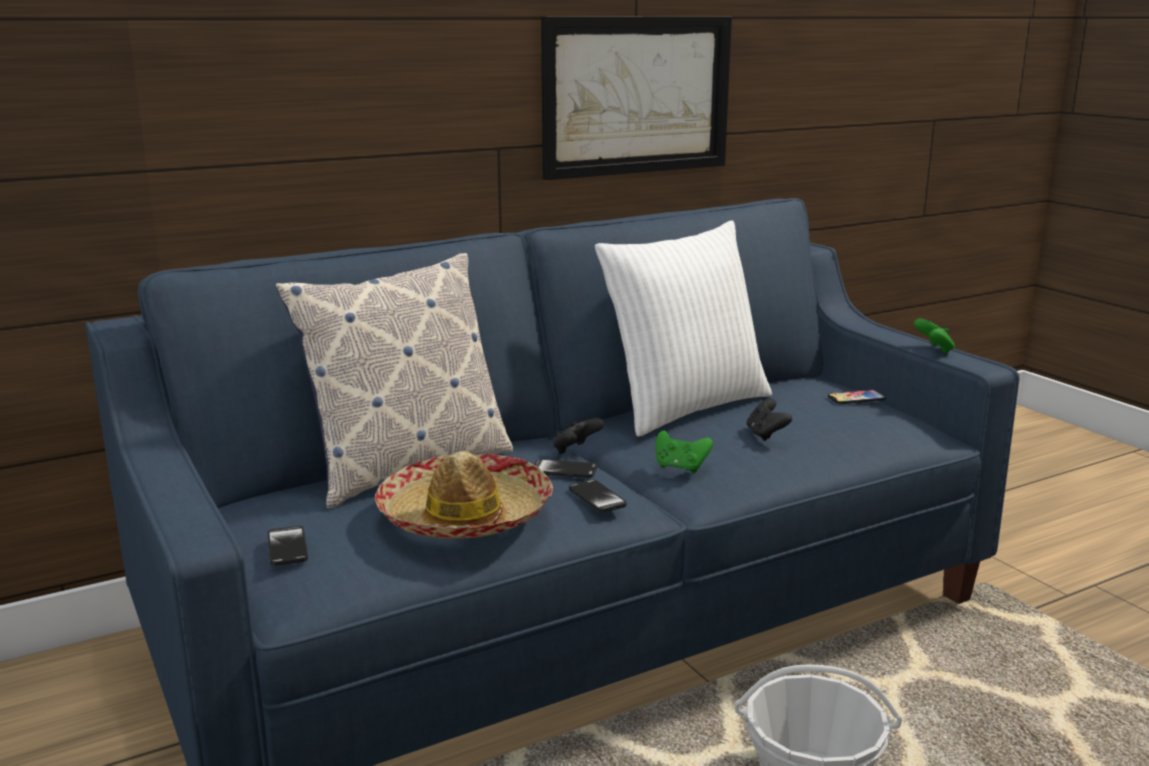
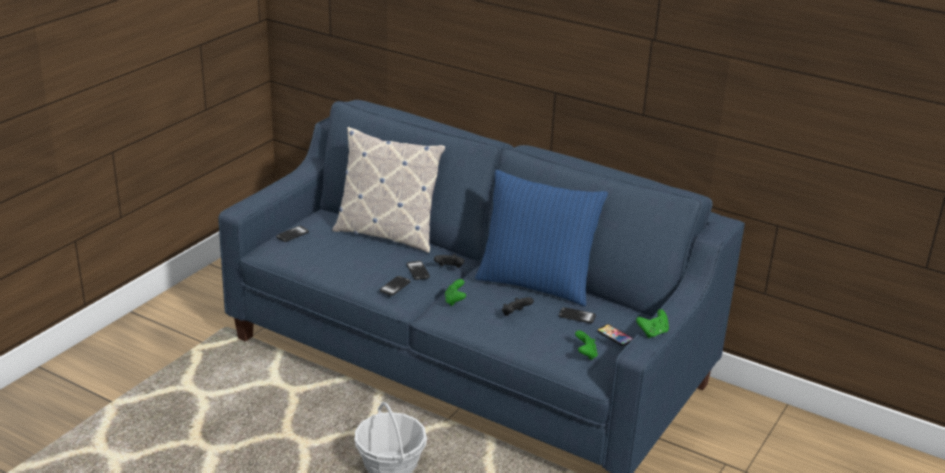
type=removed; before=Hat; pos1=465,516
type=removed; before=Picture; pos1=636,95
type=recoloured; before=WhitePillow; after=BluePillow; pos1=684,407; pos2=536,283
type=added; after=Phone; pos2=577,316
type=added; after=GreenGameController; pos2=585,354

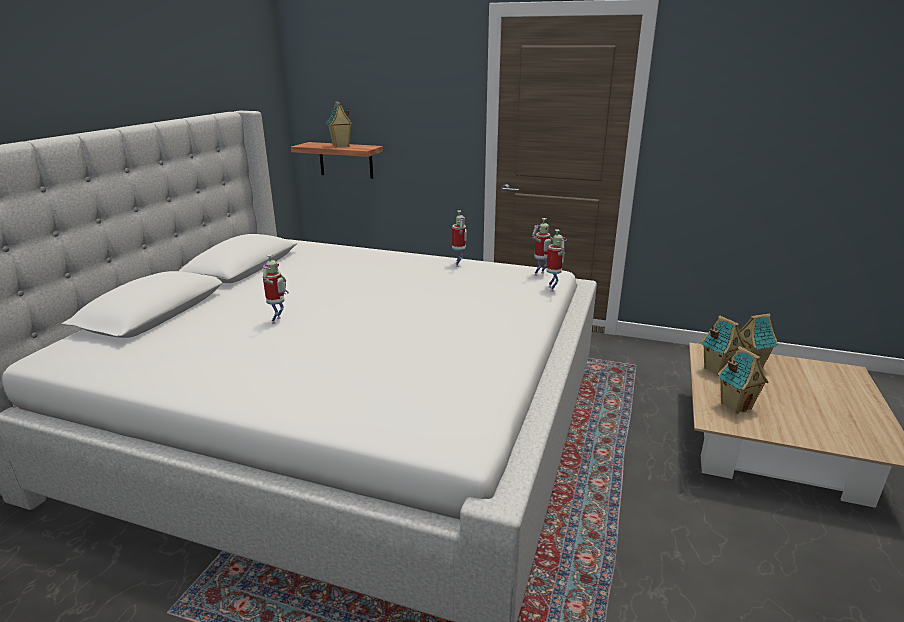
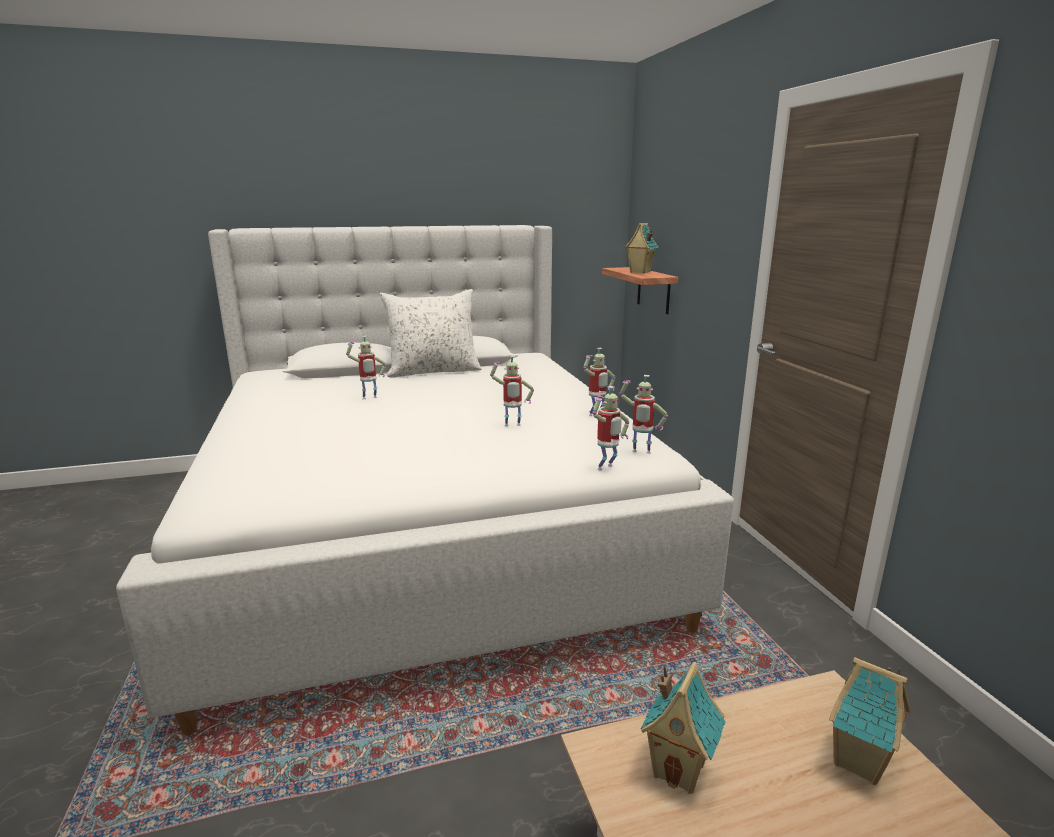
type=removed; before=ToyHouse; pos1=717,369
type=added; after=WhitePillow; pos2=433,371
type=added; after=ToyRobot; pos2=512,426

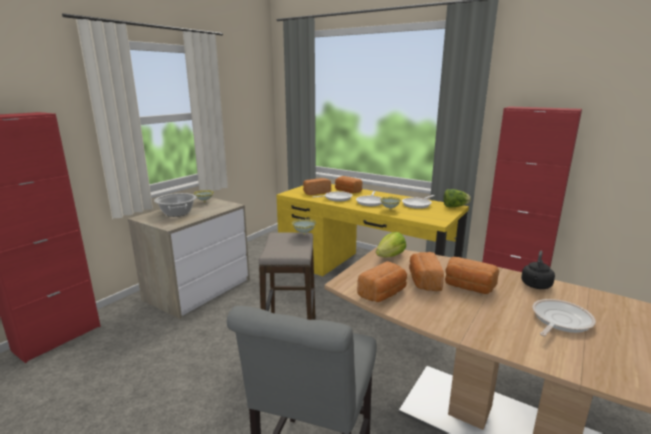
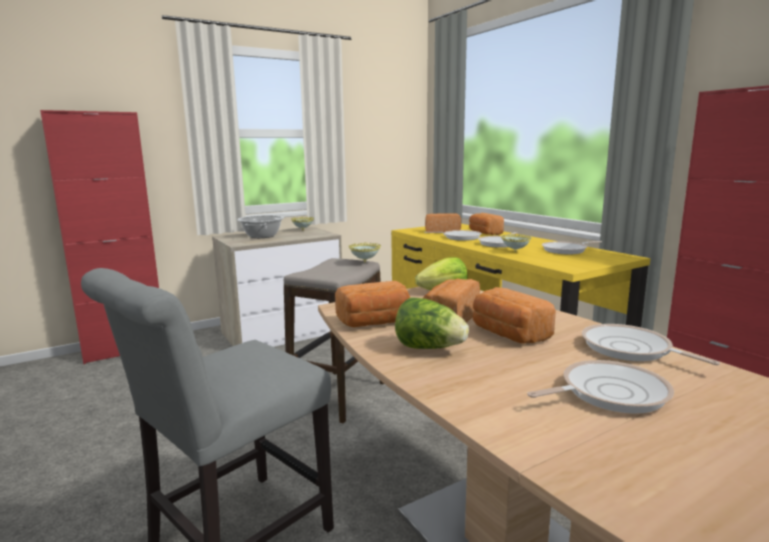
type=moved; before=Lettuce; pos1=454,207; pos2=429,348
type=replaced; before=BlackKettle; after=FryingPan; pos1=535,286; pos2=630,349

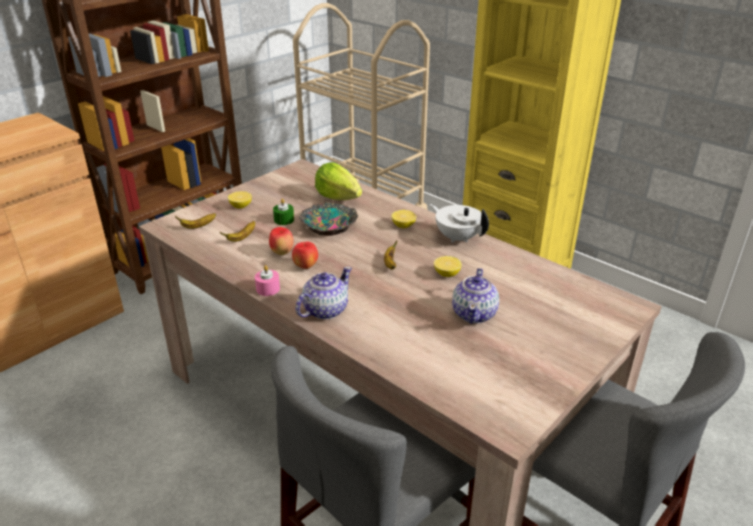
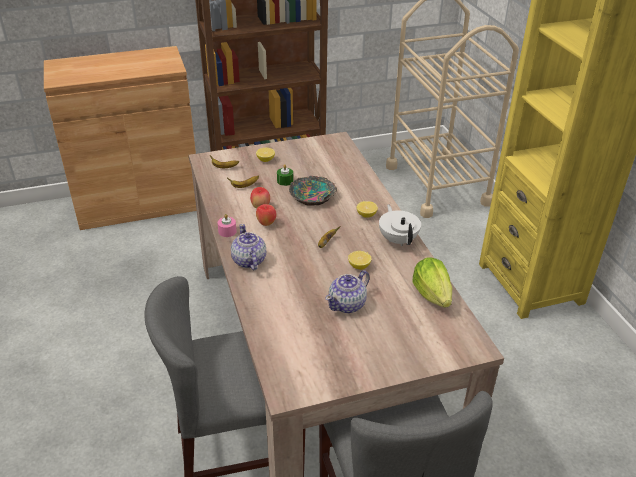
type=turned; before=Teapot; pos1=324,310; pos2=249,261; turn=-90
type=moved; before=Lettuce; pos1=338,197; pos2=432,294

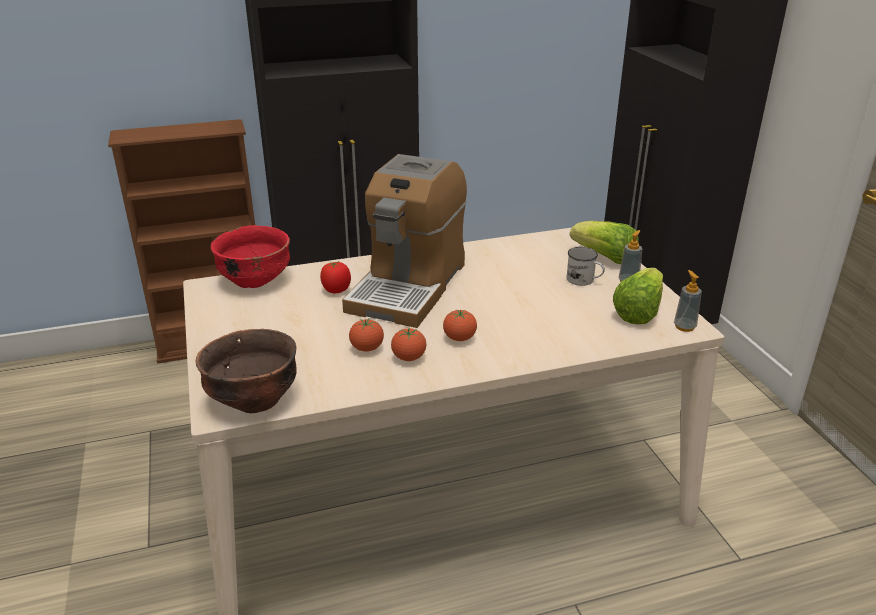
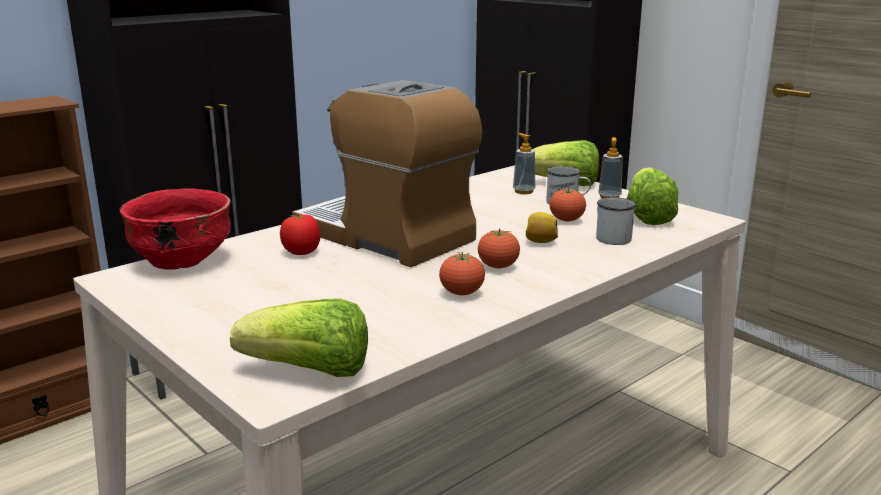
type=replaced; before=BrownBowl; after=Lettuce; pos1=253,400; pos2=310,372
type=turned; before=CoffeeMachine; pos1=408,286; pos2=386,235; turn=135
type=moved; before=Tomato; pos1=367,348; pos2=566,220
type=moved; before=SoapDispenser; pos1=684,327; pos2=523,191
type=added; after=Lemon; pos2=540,242
type=added; after=WhiteMug; pos2=610,237

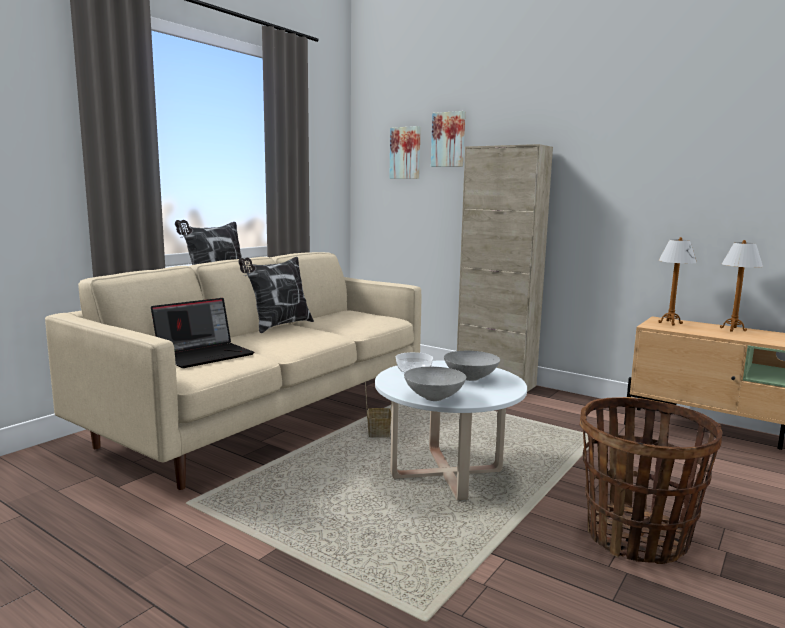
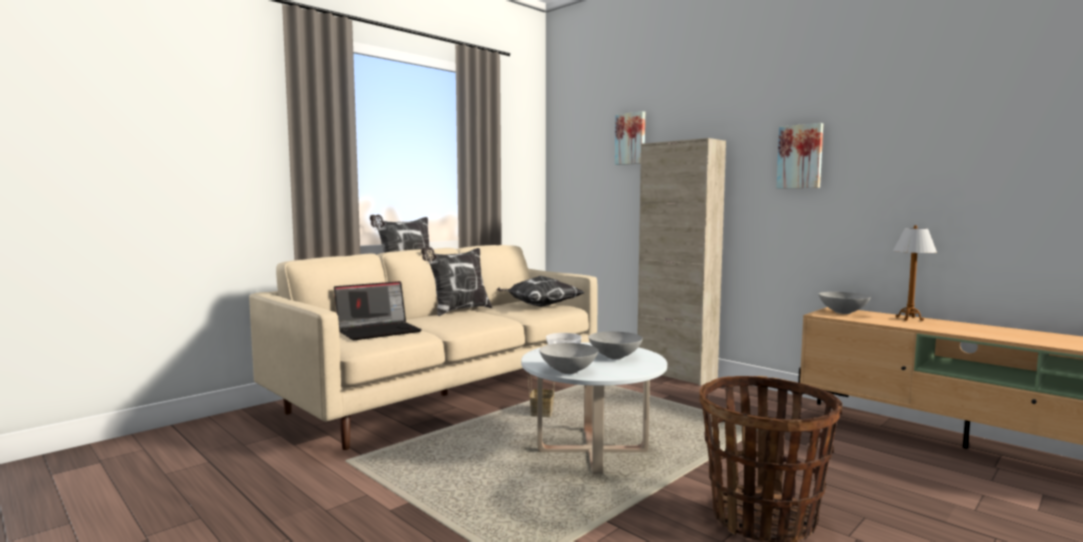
type=moved; before=Picture; pos1=406,153; pos2=800,156
type=replaced; before=TableLamp; after=GreyBowl; pos1=670,323; pos2=843,312
type=added; after=Pillow; pos2=539,306

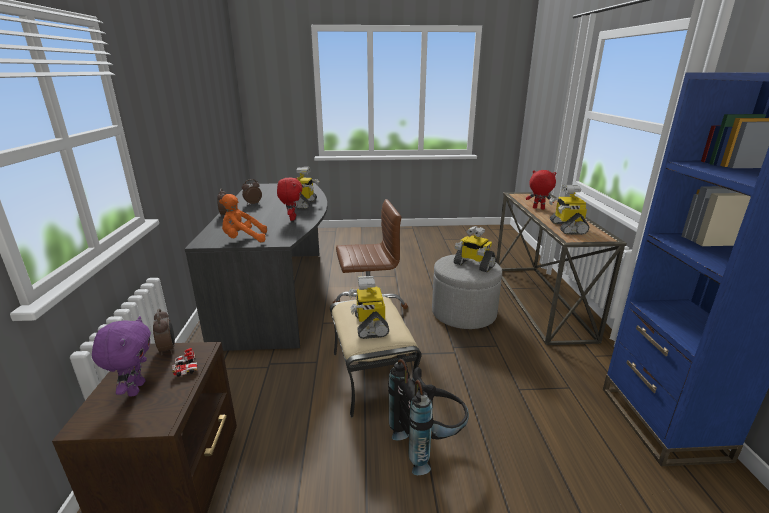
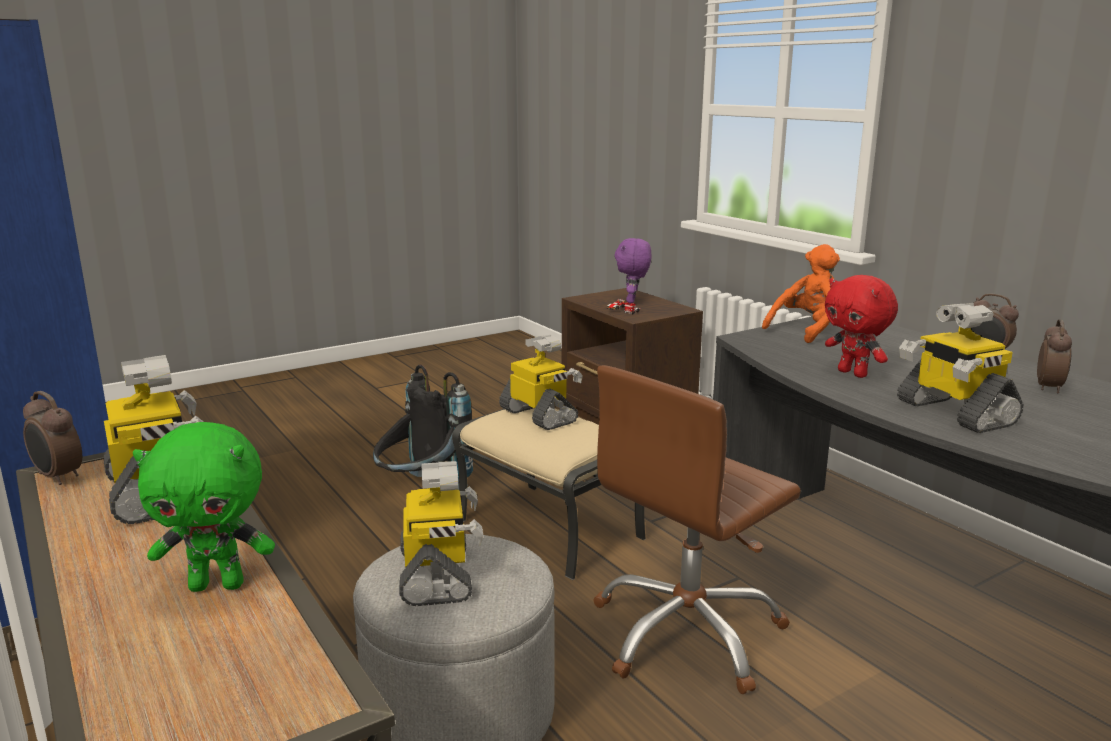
type=turned; before=PurplePlushToy; pos1=135,389; pos2=632,301; turn=45
type=moved; before=AlarmClock; pos1=168,349; pos2=58,477
type=turned; before=ToyRobot; pos1=473,265; pos2=437,575; turn=75
type=recoloured; before=RedPlushToy; after=GreenPlushToy; pos1=538,208; pos2=218,585

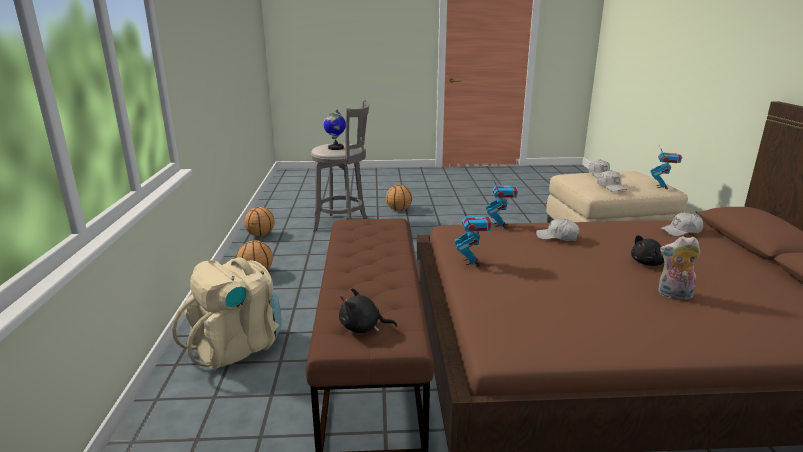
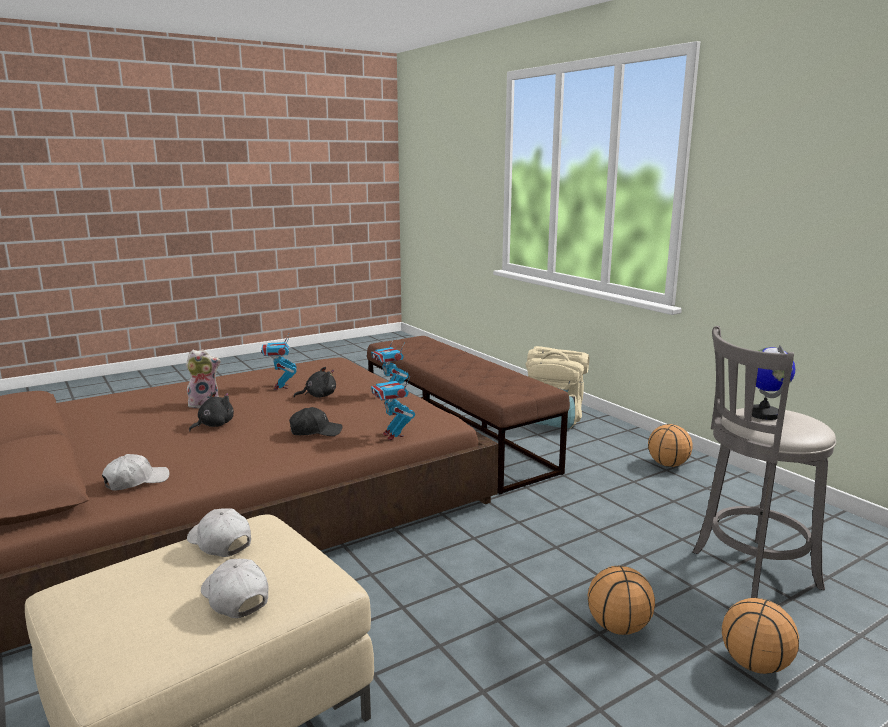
type=moved; before=Basketball; pos1=261,235; pos2=618,627
type=moved; before=BlackPlushToy; pos1=363,328; pos2=318,396
type=recoloured; before=WhiteCap; after=BlackCap; pos1=557,237; pos2=315,431
type=moved; before=ToyRobot; pos1=662,187; pos2=281,387

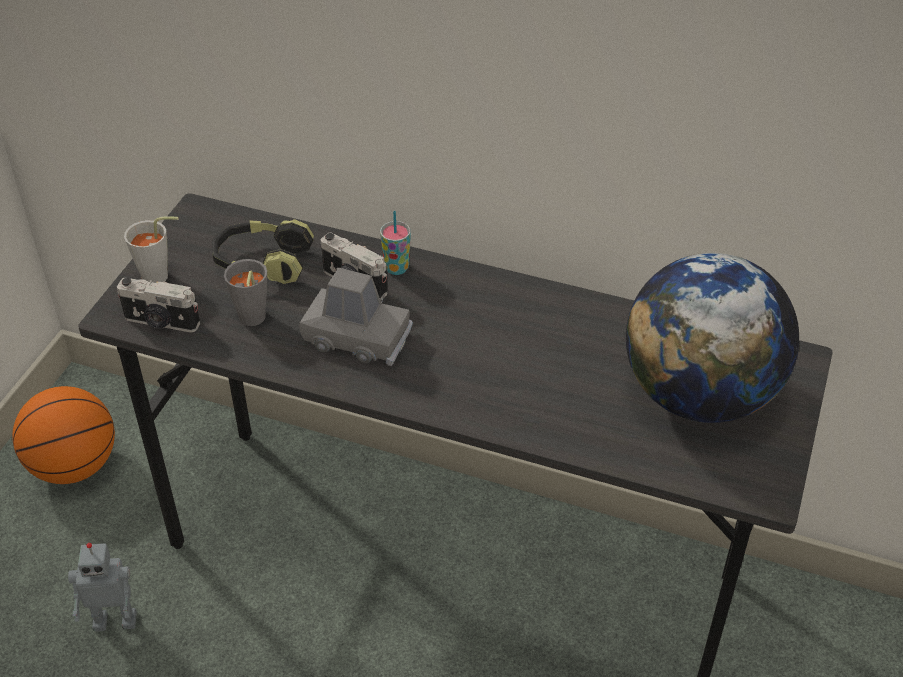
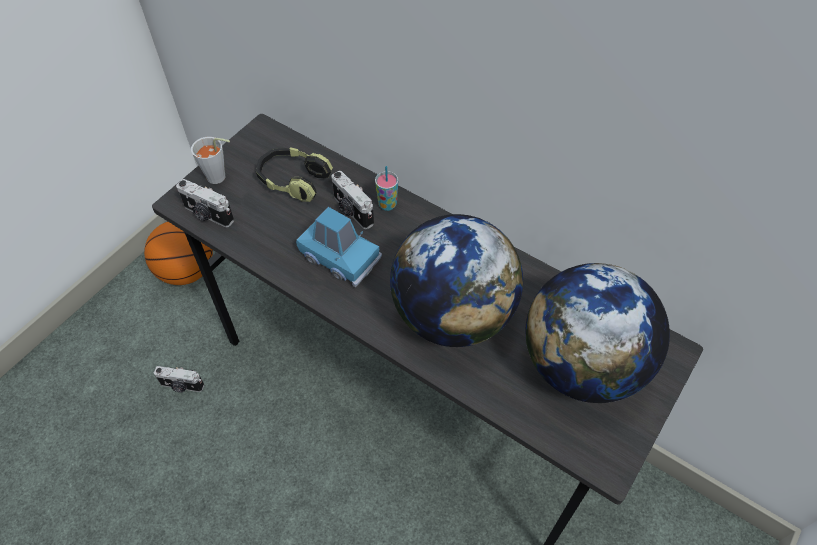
type=replaced; before=ToyRobot; after=PhotoCamera; pos1=115,619; pos2=182,386
type=removed; before=GreyCup; pos1=251,321
type=recoloured; before=GreyToyCar; after=BlueToyCar; pos1=357,337; pos2=340,257
type=added; after=Globe; pos2=453,315

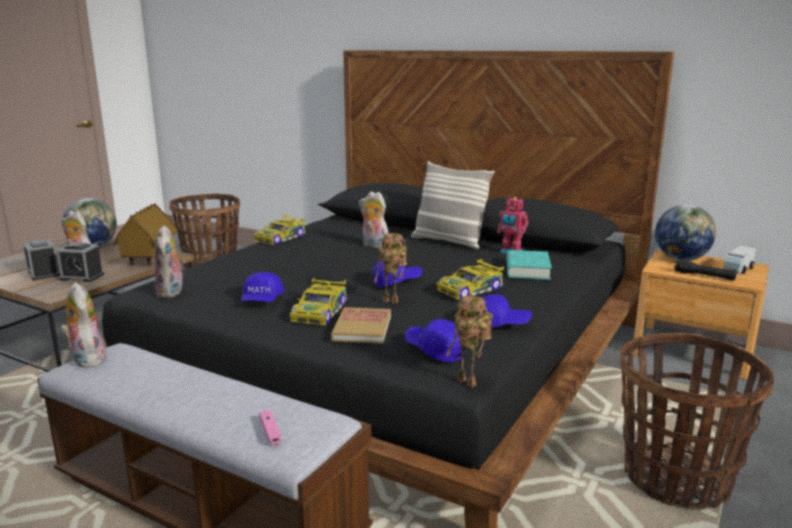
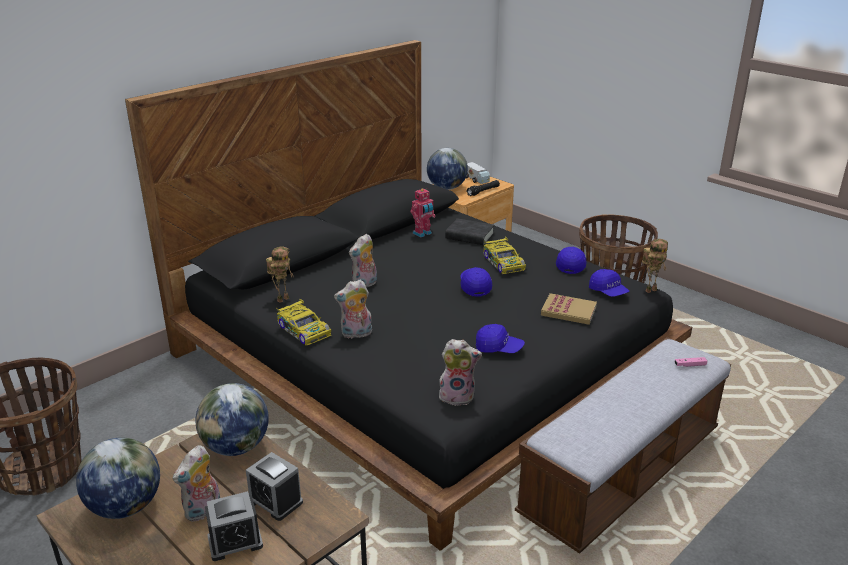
type=turned; before=AlarmClock; pos1=82,277; pos2=275,501; turn=105
type=moved; before=PlushToy; pos1=86,359; pos2=356,334
type=replaced; before=ToyHouse; after=Globe; pos1=149,259; pos2=236,447
type=removed; before=ToyCar; pos1=320,311
type=moved; before=ToyRobot; pos1=392,301; pos2=283,299
type=turned; before=BlueCap; pos1=435,350; pos2=608,292; turn=-90
type=removed; before=Pillow; pos1=449,241
type=recoloured; before=TurquoiseBook; after=BlackBook; pos1=527,270; pos2=469,236

